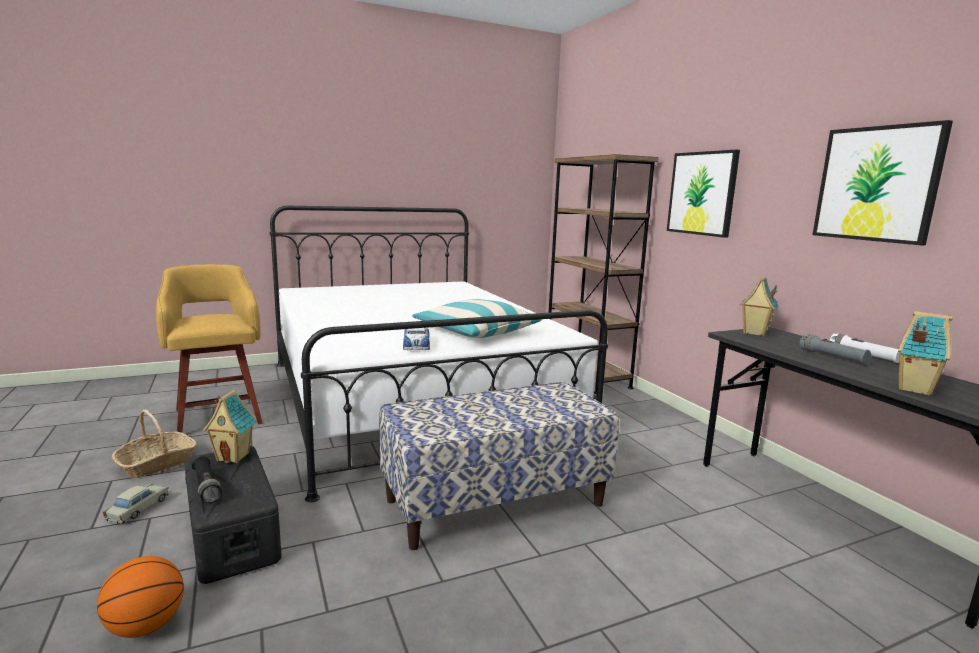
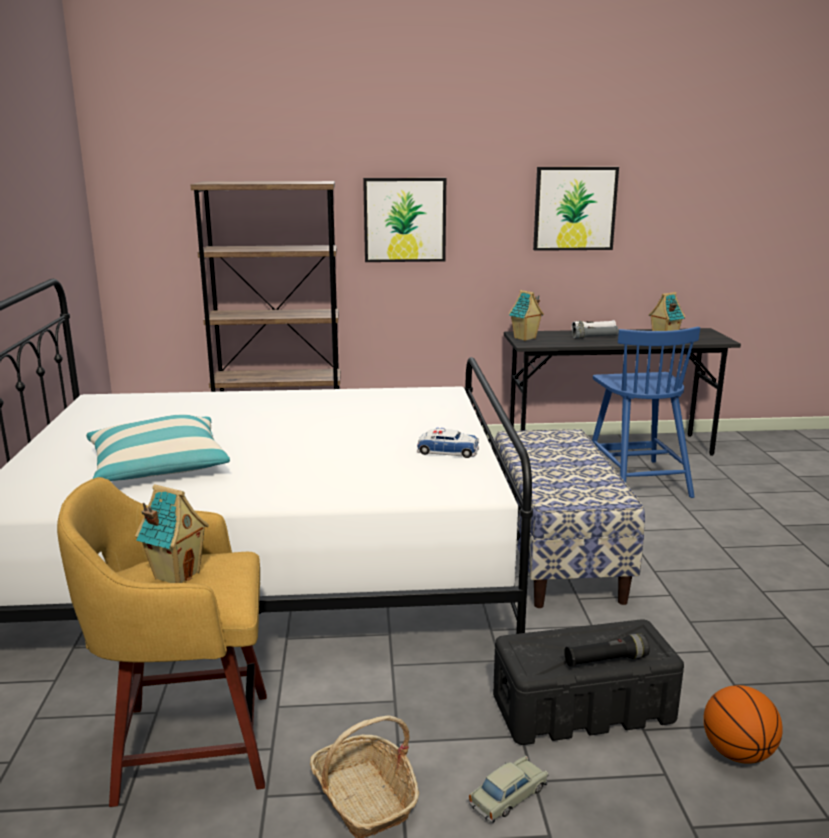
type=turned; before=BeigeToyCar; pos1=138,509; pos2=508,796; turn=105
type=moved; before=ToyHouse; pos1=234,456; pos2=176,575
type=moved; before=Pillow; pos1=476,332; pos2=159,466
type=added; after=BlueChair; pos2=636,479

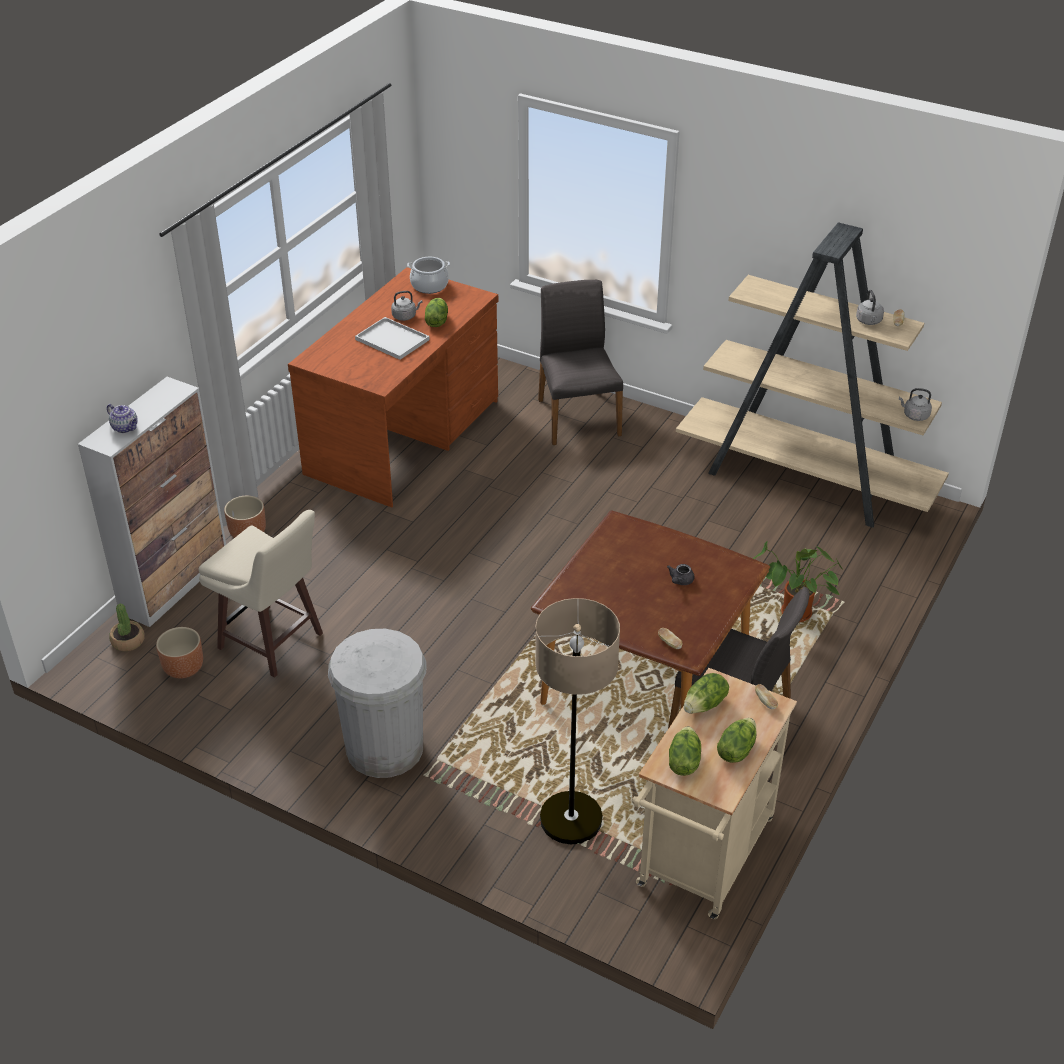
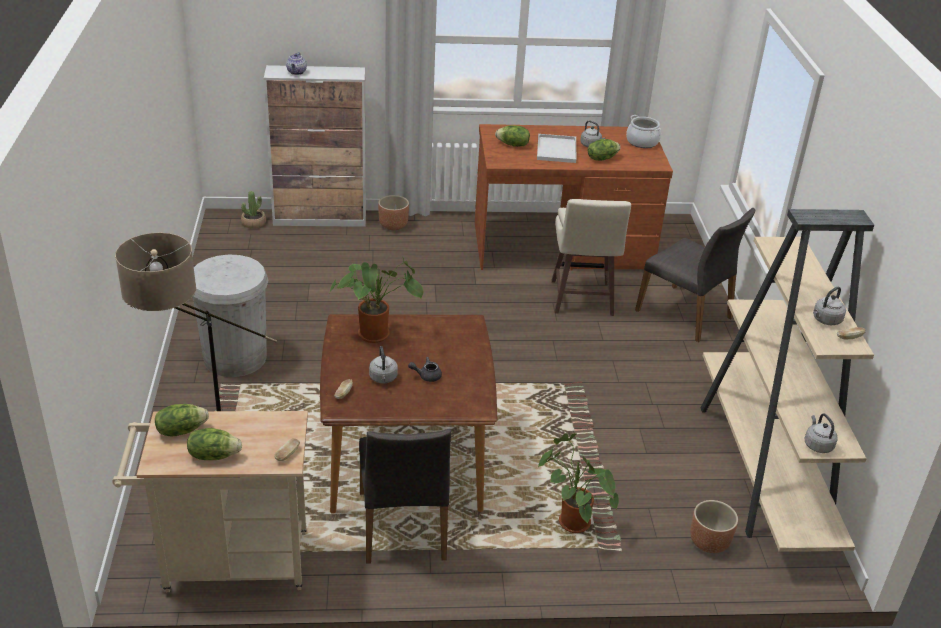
type=moved; before=BrownPlanter; pos1=183,669; pos2=708,542
type=moved; before=BeigeStool; pos1=272,643; pos2=581,299
type=turned; before=GreyChair; pos1=577,416; pos2=685,314; turn=90
type=moved; before=Lettuce; pos1=705,705; pos2=513,145
type=added; after=PottedPlant; pos2=377,334
type=added; after=GreyKettle; pos2=383,378

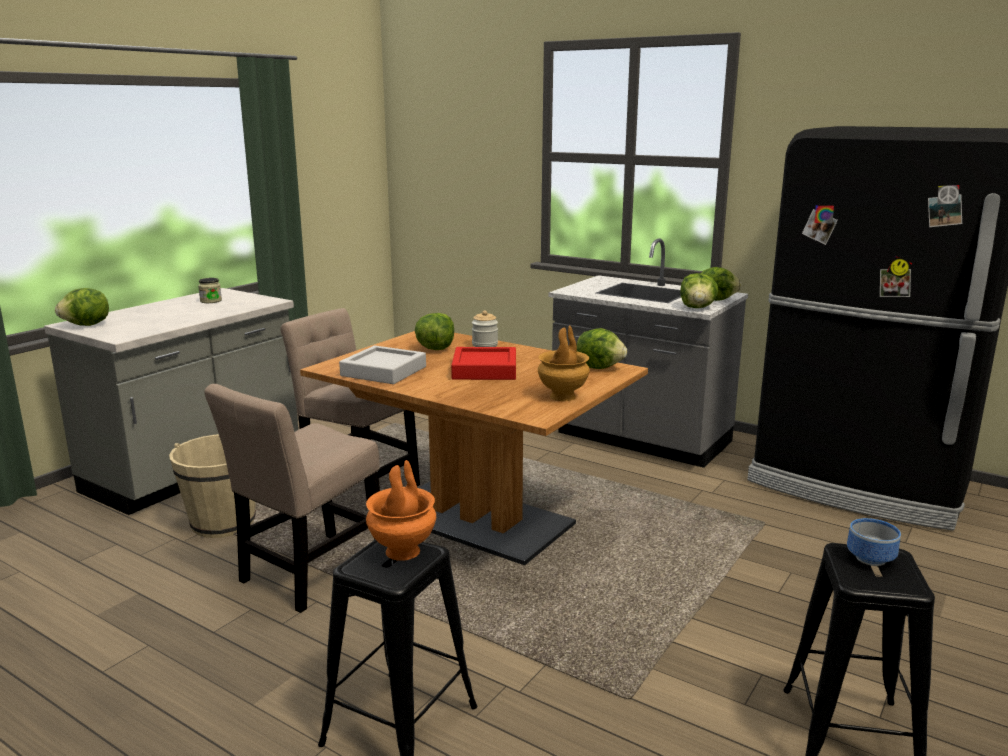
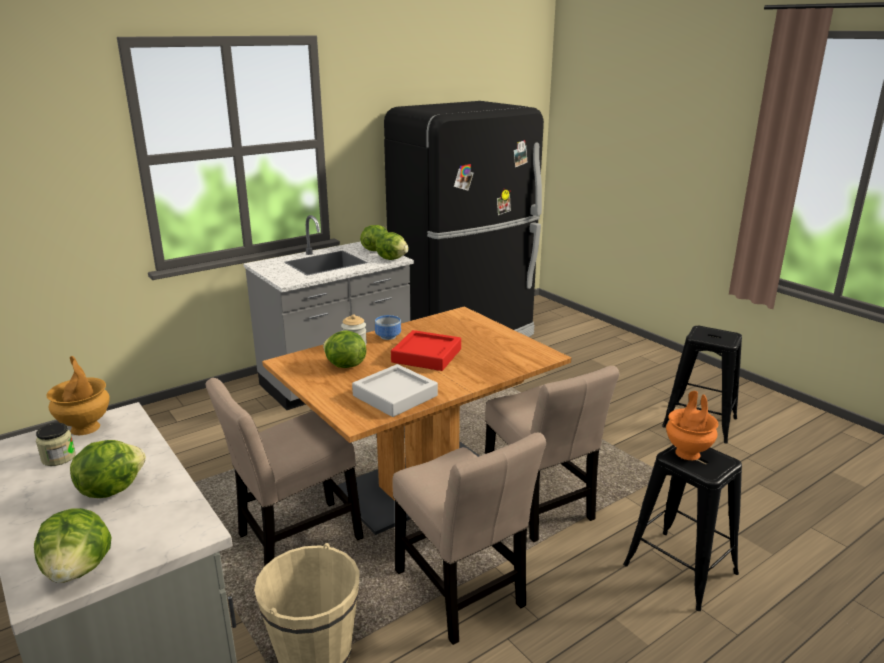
type=moved; before=BrownVase; pos1=562,397; pos2=86,428
type=moved; before=Lettuce; pos1=599,367; pos2=111,489
type=moved; before=Bowl; pos1=868,559; pos2=388,337
type=added; after=BeigeChair; pos2=539,507

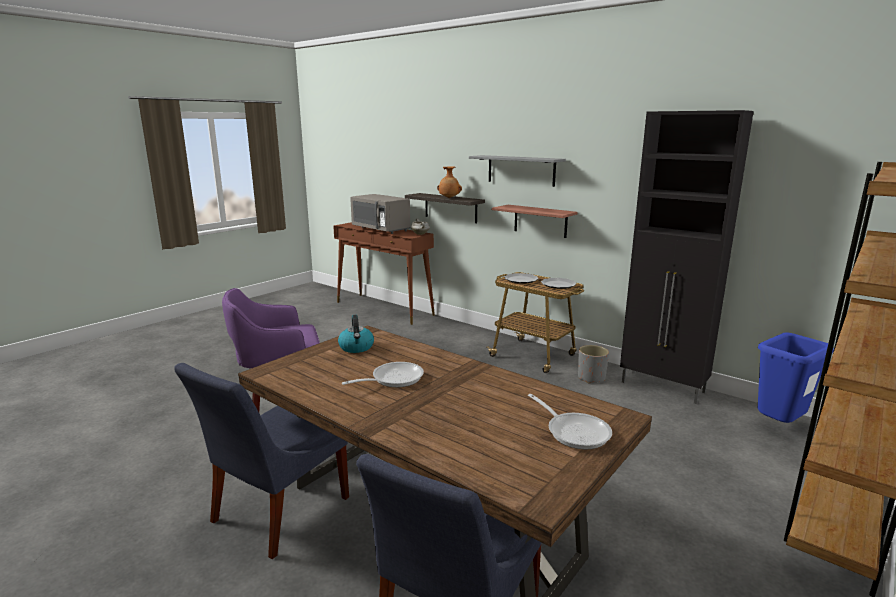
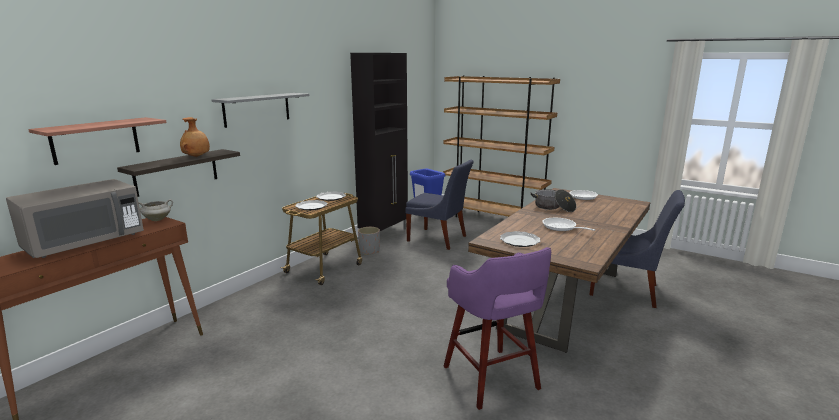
type=moved; before=BlueChair; pos1=276,512; pos2=439,239
type=replaced; before=Kettle; after=Plate; pos1=356,347; pos2=519,241
type=moved; before=Shelf; pos1=540,221; pos2=95,140
type=added; after=CookingPot; pos2=553,207

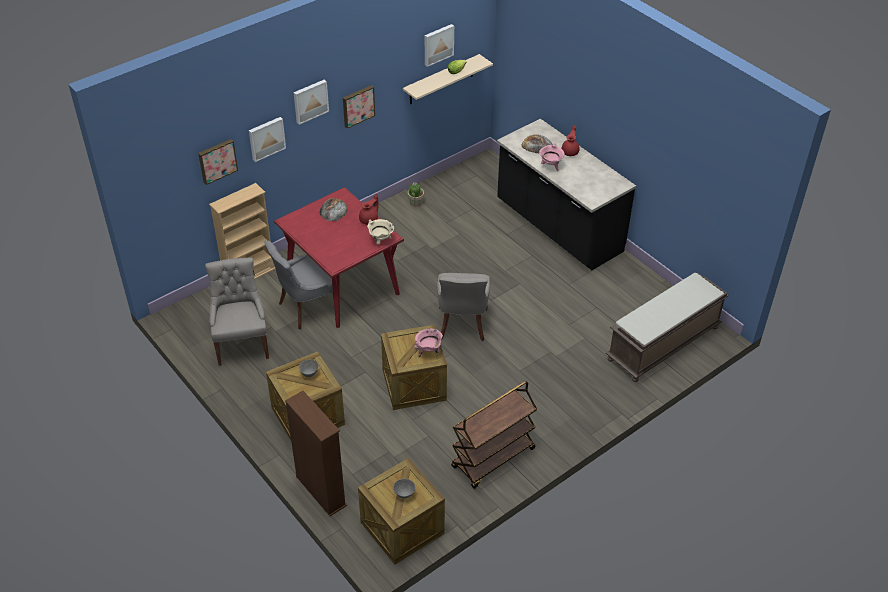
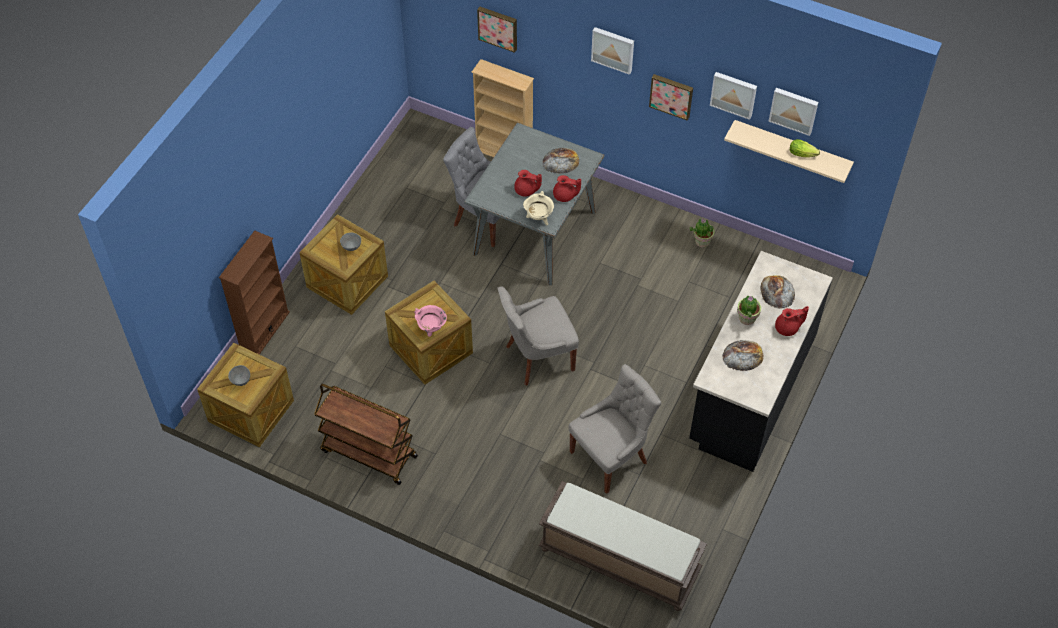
type=moved; before=GreyChair; pos1=242,344; pos2=611,457
type=moved; before=Picture; pos1=266,138; pos2=734,94
type=recoloured; before=RedDiningTable; after=GreyDiningTable; pos1=343,285; pos2=534,233
type=replaced; before=PinkCookingPot; after=PottedPlant; pos1=550,166; pos2=746,318
type=added; after=RedTeapot; pos2=526,190
type=added; after=Bread; pos2=743,355

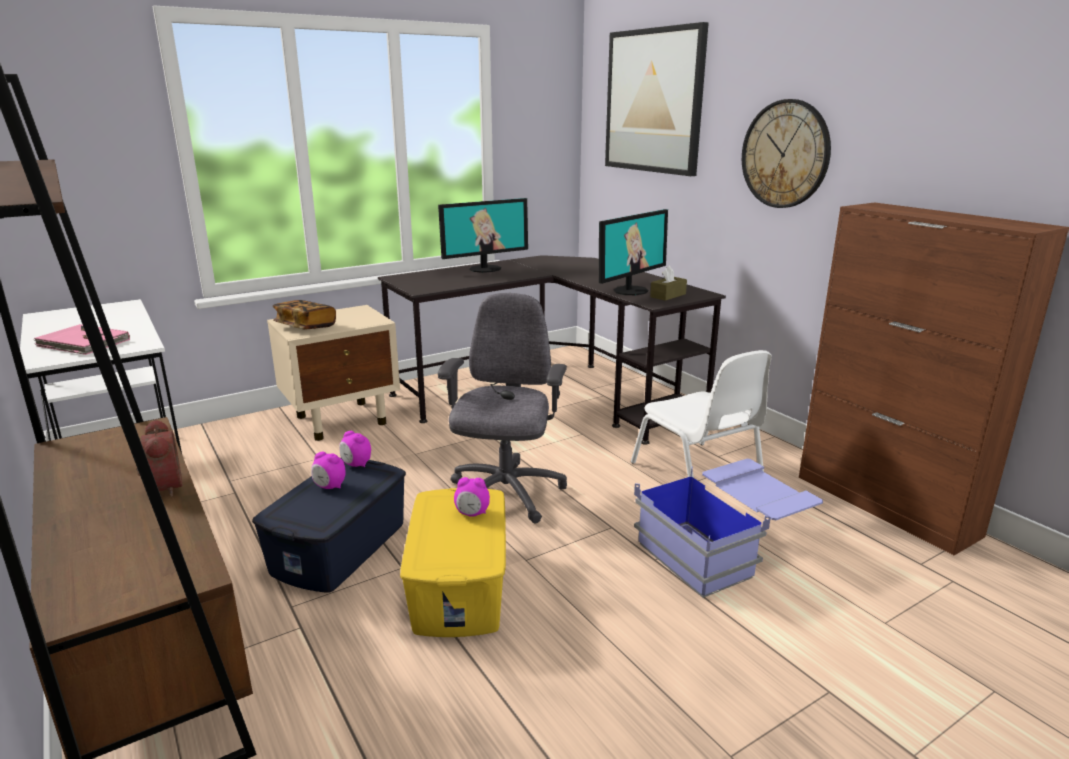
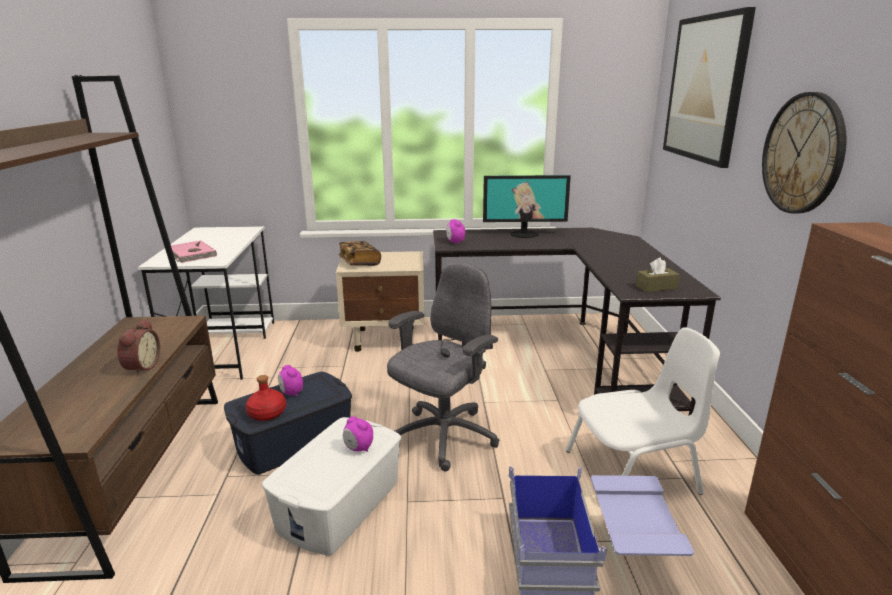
type=moved; before=AlarmClock; pos1=356,464; pos2=455,242
type=recoloured; before=YellowStorageBox; after=WhiteStorageBox; pos1=460,586; pos2=340,505
type=removed; before=Monitor; pos1=630,290
type=turned; before=WhiteChair; pos1=698,473; pos2=633,472; turn=-105
type=added; after=RedBottle; pos2=266,414

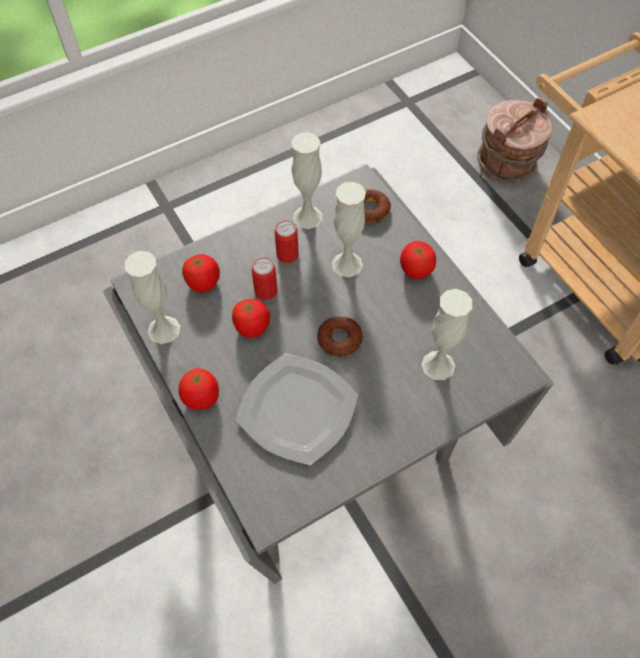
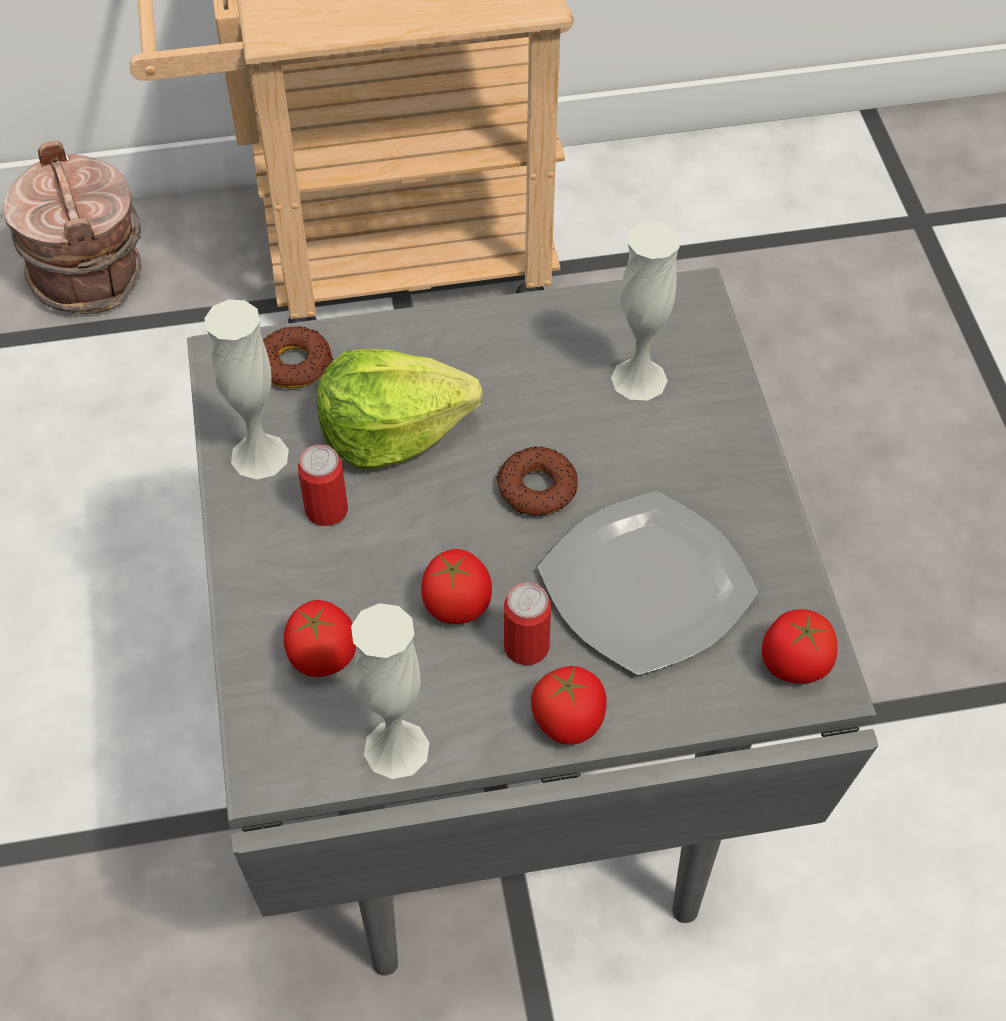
type=moved; before=Can; pos1=266,291; pos2=526,646
type=replaced; before=WhiteVase; after=Lettuce; pos1=347,264; pos2=392,431
type=moved; before=Tomato; pos1=415,270; pos2=793,665

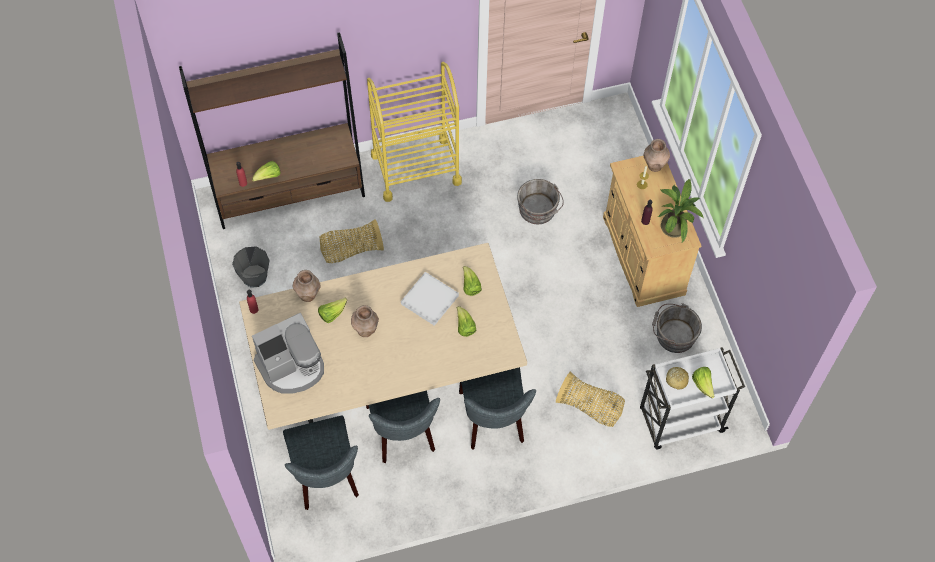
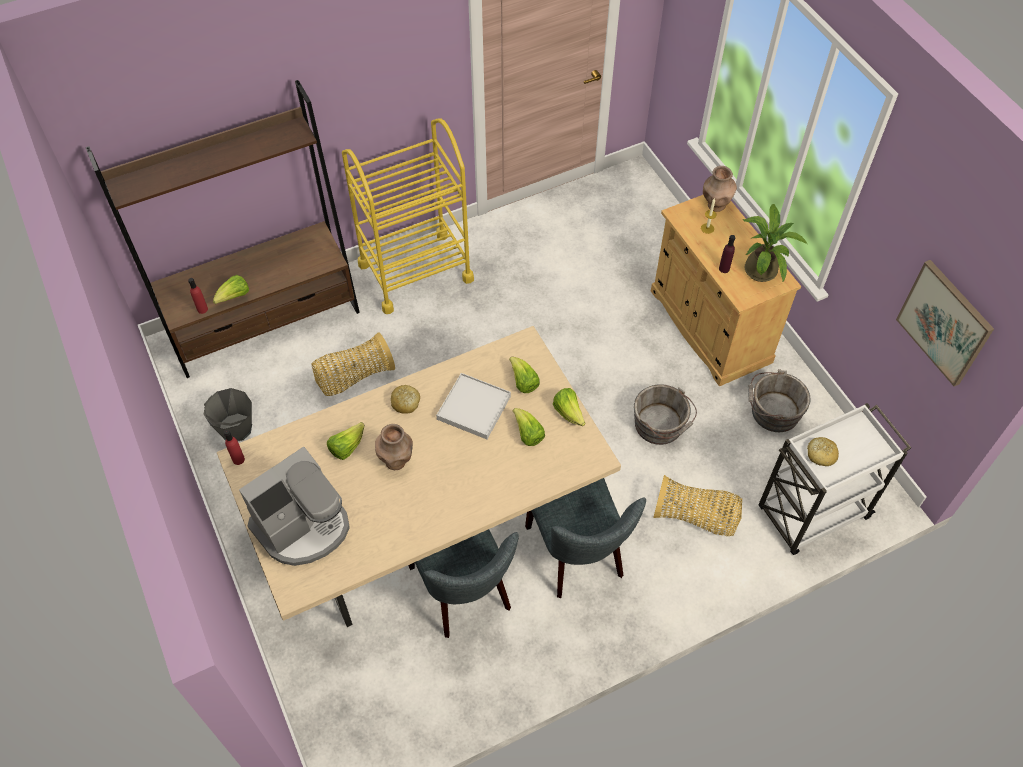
type=removed; before=GreyChair; pos1=326,478
type=removed; before=BrownVase; pos1=308,295
type=moved; before=GreyBucket; pos1=538,210; pos2=661,426
type=moved; before=Lettuce; pos1=703,385; pos2=569,413
type=added; after=Bread; pos2=405,402
type=added; after=Picture; pos2=945,322

